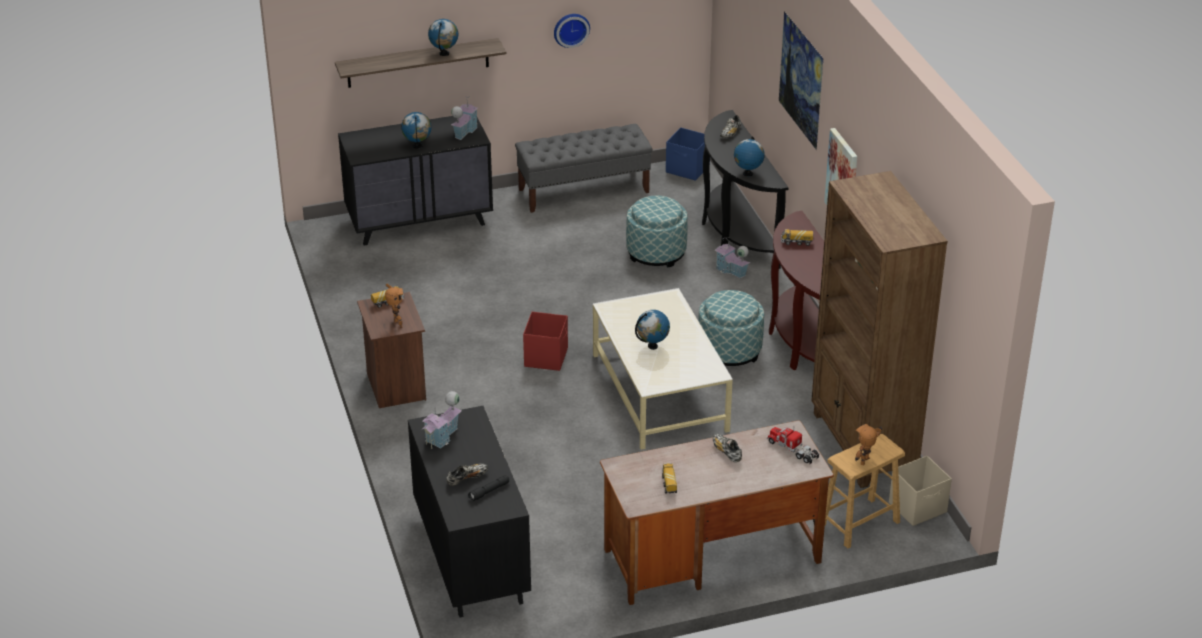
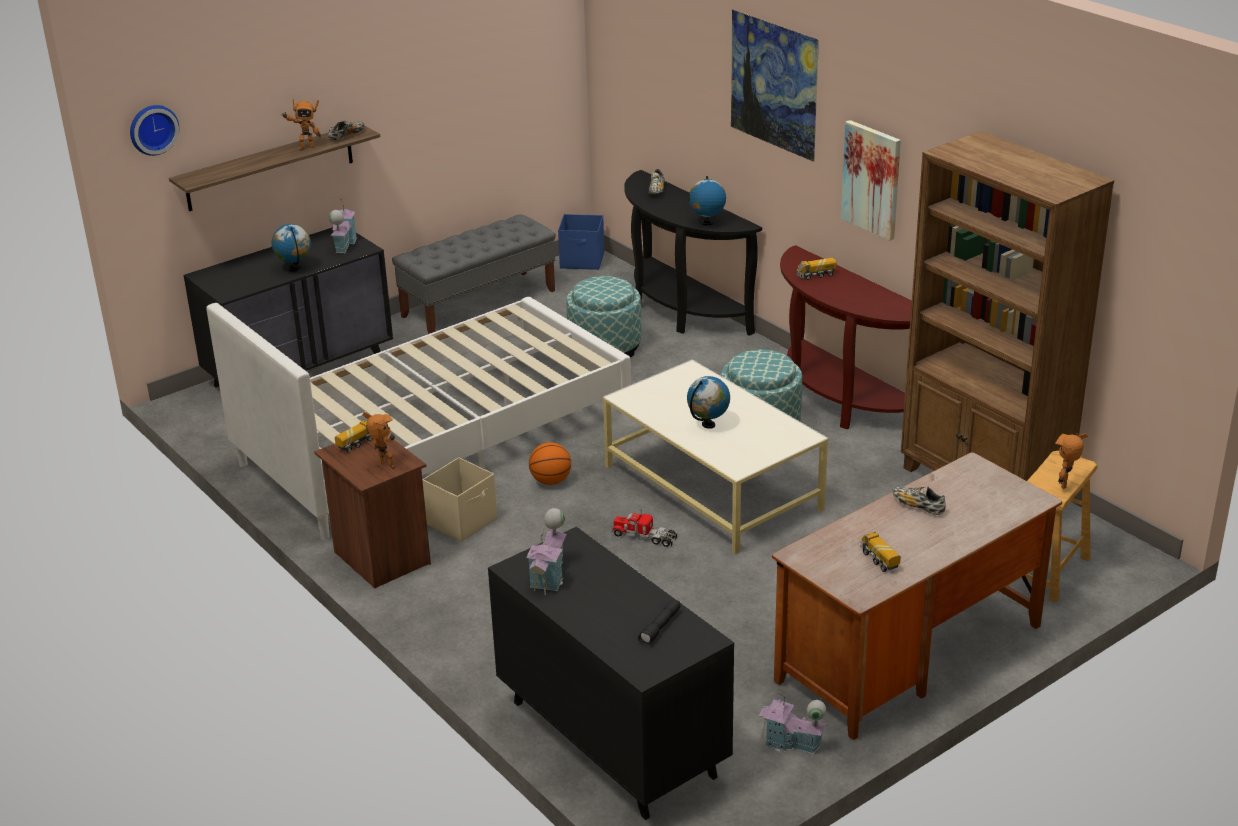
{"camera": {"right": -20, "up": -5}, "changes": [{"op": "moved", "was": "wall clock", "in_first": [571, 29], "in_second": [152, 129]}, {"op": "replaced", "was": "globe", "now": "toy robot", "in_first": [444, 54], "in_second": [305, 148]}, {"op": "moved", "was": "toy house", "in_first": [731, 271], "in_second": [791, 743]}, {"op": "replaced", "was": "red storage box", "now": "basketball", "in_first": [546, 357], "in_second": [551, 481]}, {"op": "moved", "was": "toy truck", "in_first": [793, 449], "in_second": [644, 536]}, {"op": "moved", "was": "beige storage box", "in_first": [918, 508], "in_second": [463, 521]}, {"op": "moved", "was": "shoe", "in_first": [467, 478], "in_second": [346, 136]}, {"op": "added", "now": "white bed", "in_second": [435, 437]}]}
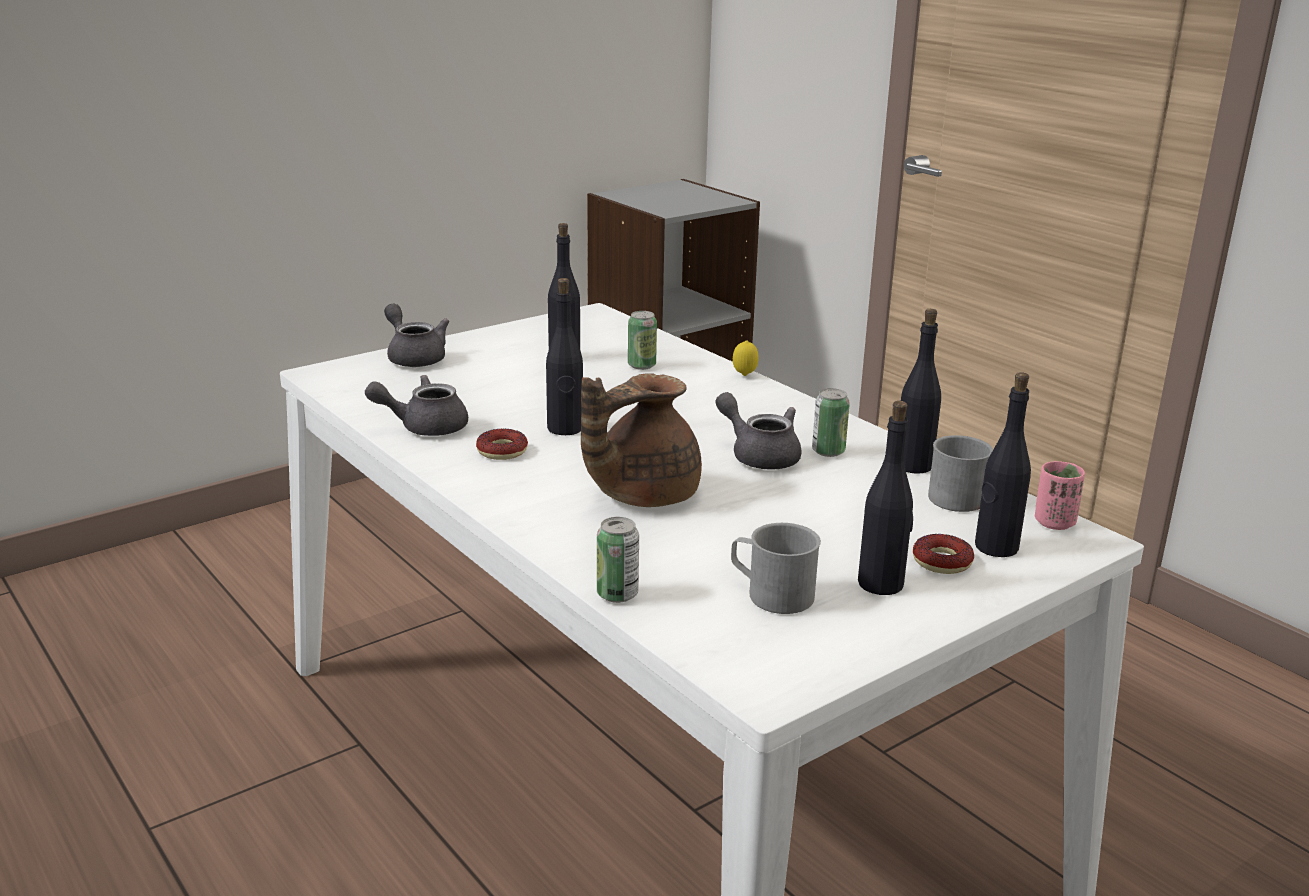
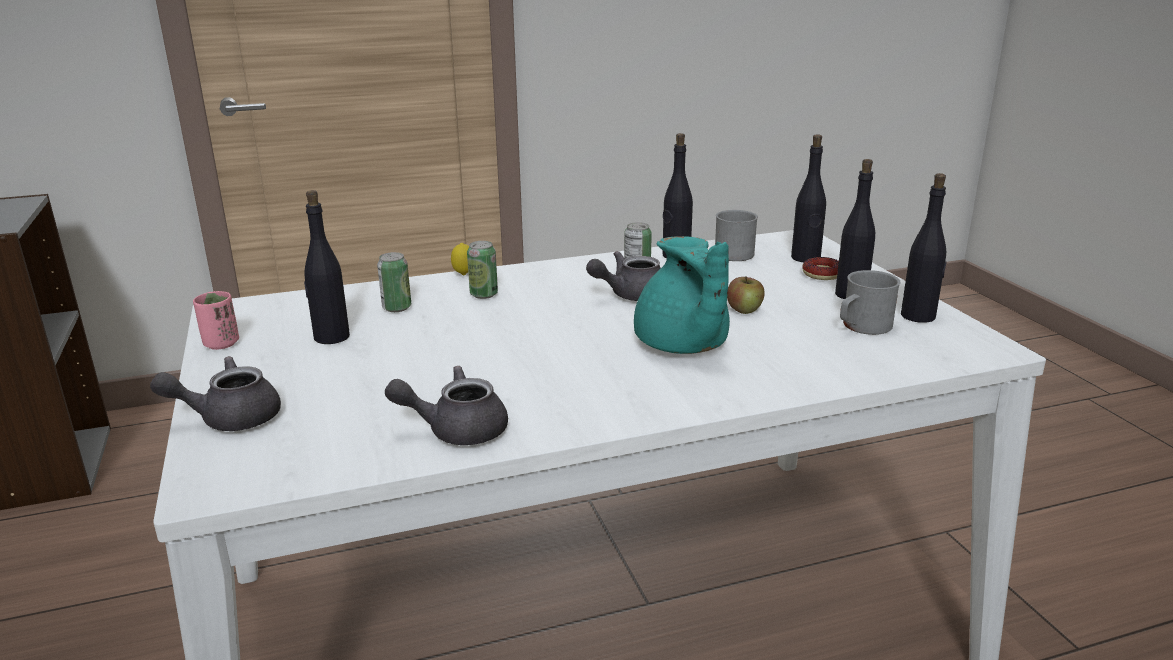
{"camera": {"right": -70, "up": 0}, "changes": [{"op": "moved", "was": "black bottle", "in_first": [565, 429], "in_second": [918, 316]}, {"op": "recoloured", "was": "brown teapot", "now": "turquoise teapot", "in_first": [641, 494], "in_second": [682, 346]}, {"op": "turned", "was": "grey teapot", "in_first": [424, 427], "in_second": [456, 430], "clockwise": 75}, {"op": "removed", "was": "donut", "in_first": [502, 451]}, {"op": "moved", "was": "pink cup", "in_first": [1054, 522], "in_second": [221, 344]}, {"op": "moved", "was": "can", "in_first": [617, 594], "in_second": [484, 294]}, {"op": "added", "now": "apple", "in_second": [744, 309]}]}
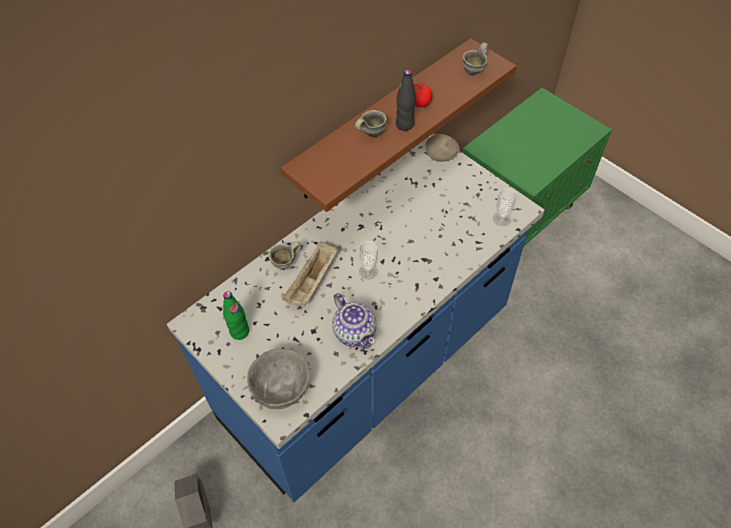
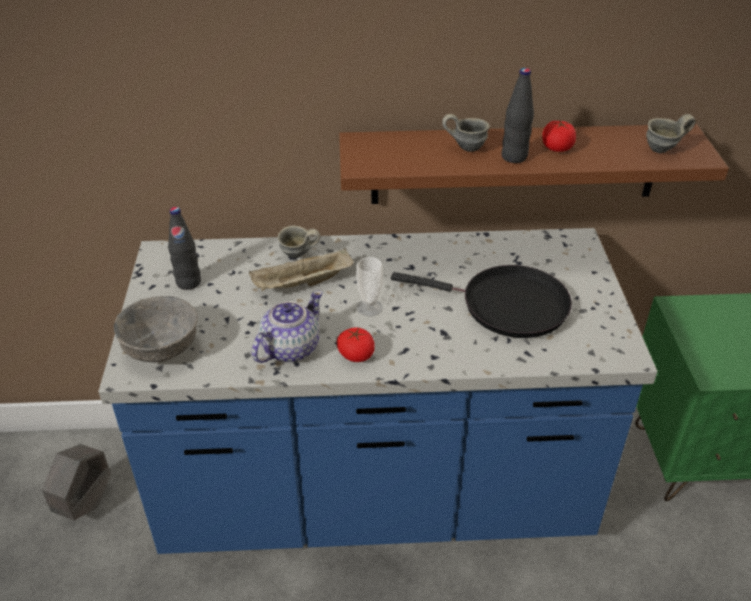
{"camera": {"right": 40, "up": -15}, "changes": [{"op": "removed", "was": "beige bowl", "in_first": [439, 154]}, {"op": "removed", "was": "cup", "in_first": [501, 219]}, {"op": "recoloured", "was": "green bottle", "now": "black bottle", "in_first": [239, 332], "in_second": [188, 282]}, {"op": "turned", "was": "teapot", "in_first": [355, 331], "in_second": [289, 349], "clockwise": -150}, {"op": "added", "now": "black frying pan", "in_second": [507, 306]}, {"op": "added", "now": "tomato", "in_second": [356, 354]}]}
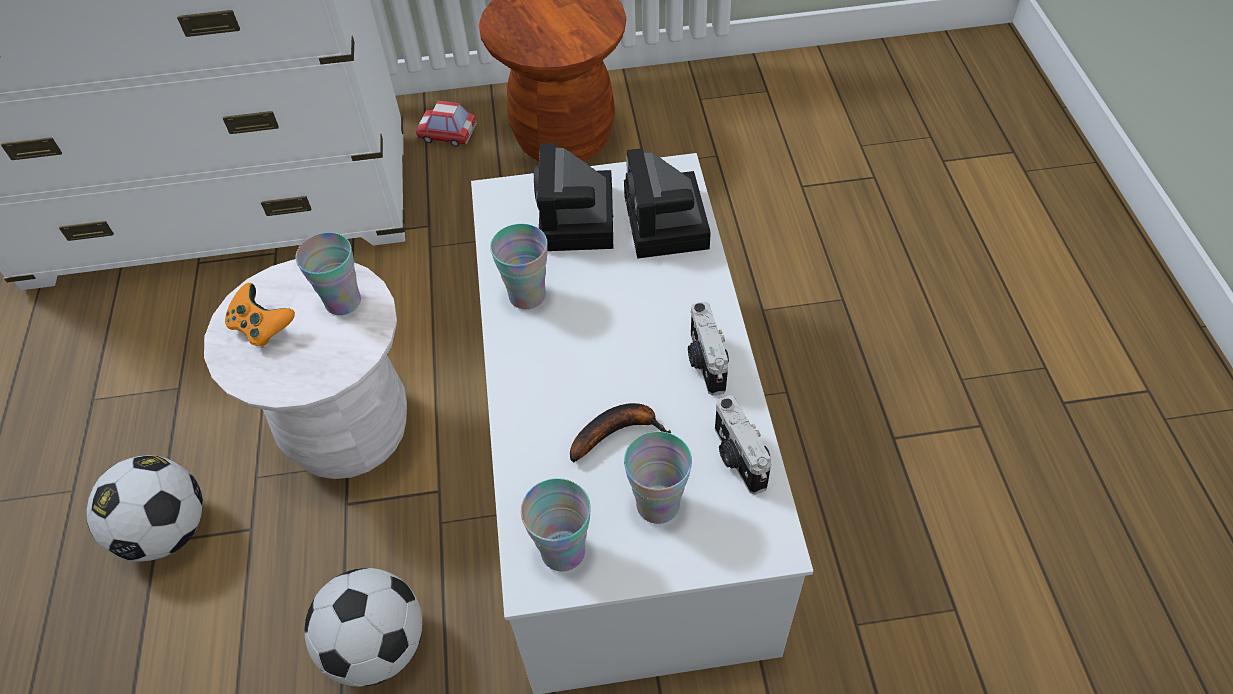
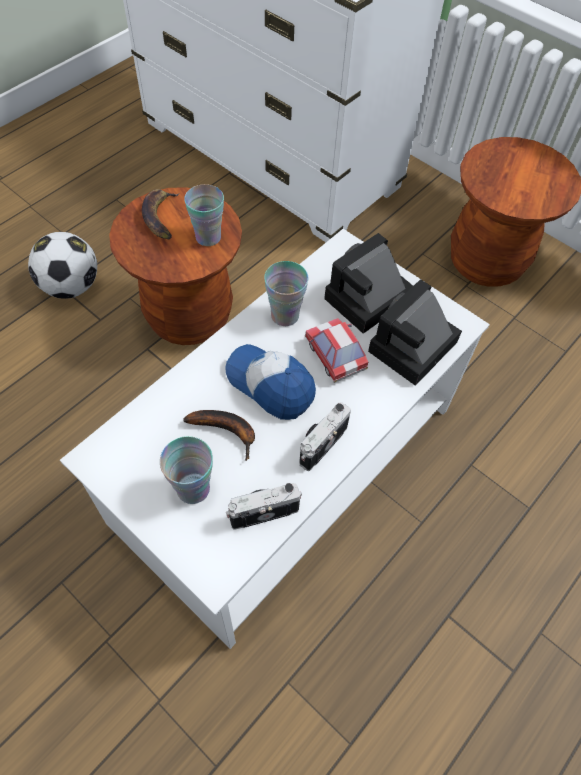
{"camera": {"right": 45, "up": 5}, "changes": [{"op": "moved", "was": "toy car", "in_first": [447, 135], "in_second": [335, 356]}, {"op": "recoloured", "was": "white stool", "now": "brown stool", "in_first": [350, 432], "in_second": [189, 316]}, {"op": "replaced", "was": "orange game controller", "now": "banana", "in_first": [262, 327], "in_second": [160, 217]}, {"op": "turned", "was": "photo camera", "in_first": [737, 458], "in_second": [263, 512], "clockwise": 45}, {"op": "removed", "was": "cup", "in_first": [563, 551]}, {"op": "removed", "was": "football", "in_first": [377, 646]}, {"op": "added", "now": "cap", "in_second": [271, 385]}]}
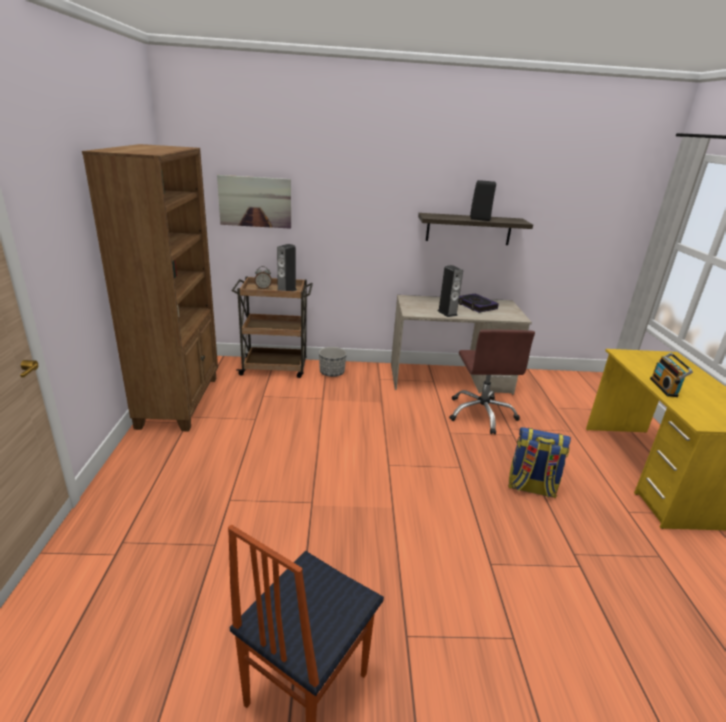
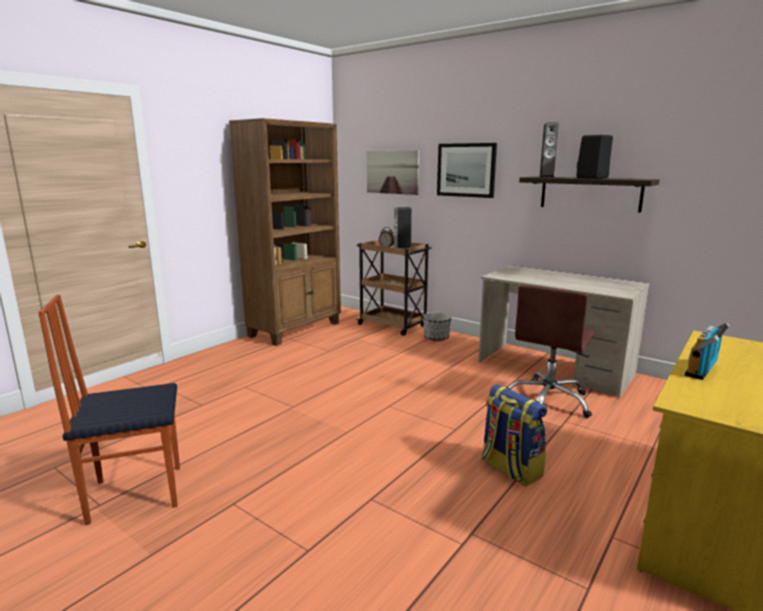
{"camera": {"right": 40, "up": -10}, "changes": [{"op": "moved", "was": "speaker", "in_first": [447, 313], "in_second": [546, 177]}, {"op": "removed", "was": "book", "in_first": [476, 306]}, {"op": "added", "now": "picture", "in_second": [466, 170]}]}
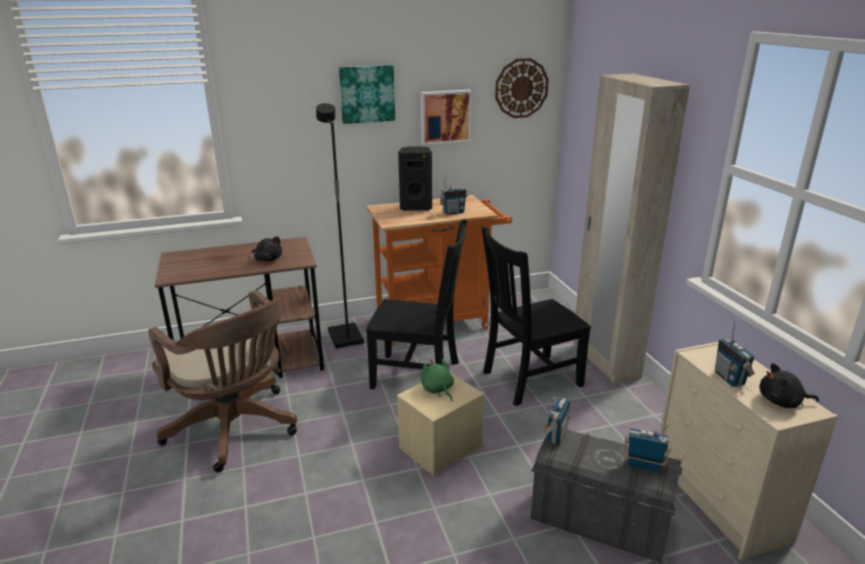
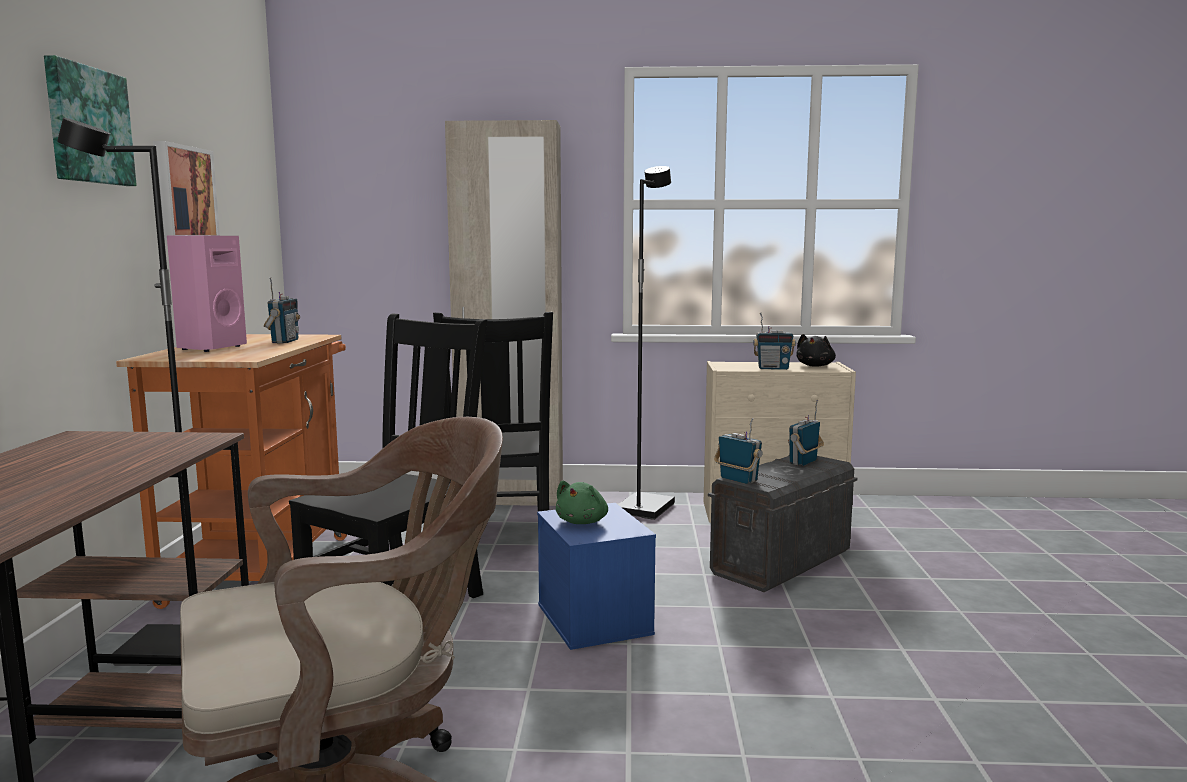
{"camera": {"right": -70, "up": -15}, "changes": [{"op": "removed", "was": "wall clock", "in_first": [521, 88]}, {"op": "recoloured", "was": "black speaker", "now": "pink speaker", "in_first": [416, 207], "in_second": [210, 348]}, {"op": "removed", "was": "black plush toy", "in_first": [268, 259]}, {"op": "turned", "was": "green plush toy", "in_first": [438, 390], "in_second": [583, 522], "clockwise": -60}, {"op": "recoloured", "was": "beige storage box", "now": "blue storage box", "in_first": [440, 447], "in_second": [596, 619]}, {"op": "added", "now": "black floor lamp", "in_second": [644, 508]}]}
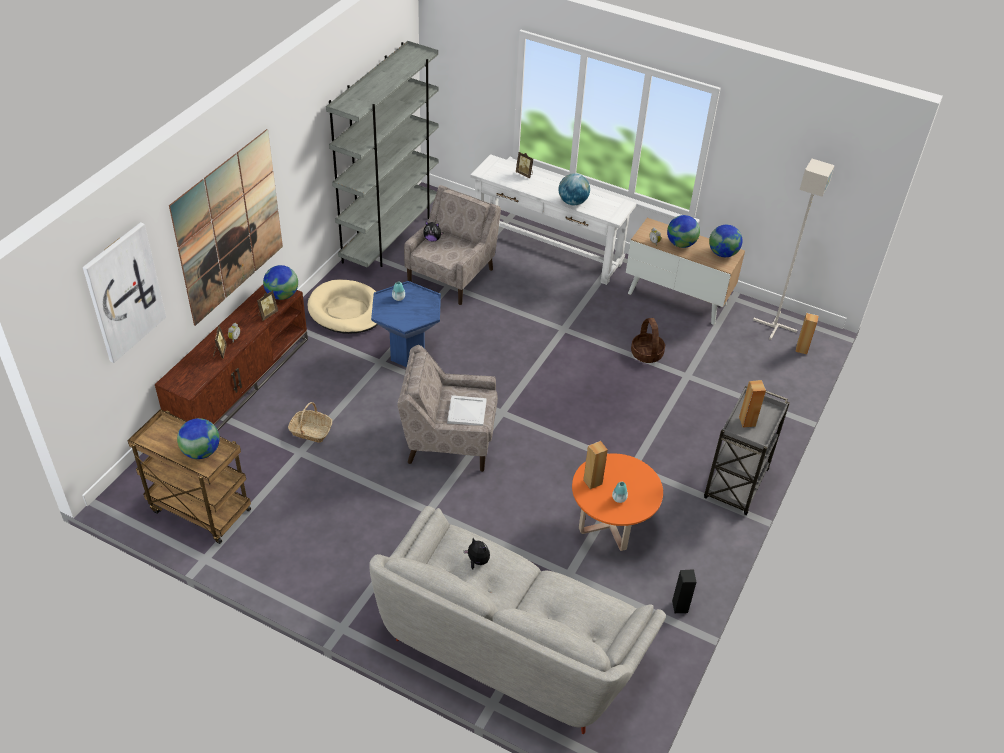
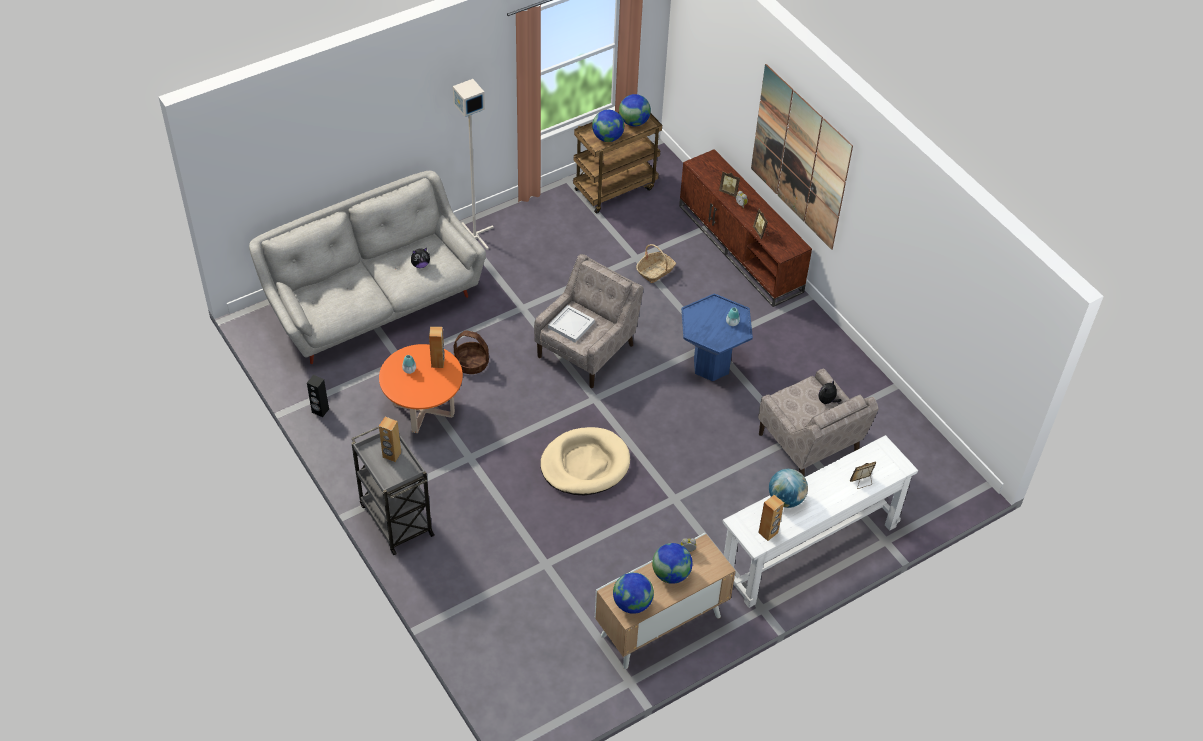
{"camera": {"right": 120, "up": 5}, "changes": [{"op": "removed", "was": "grey bookcase", "in_first": [390, 235]}, {"op": "moved", "was": "grey floor lamp", "in_first": [775, 326], "in_second": [474, 236]}, {"op": "removed", "was": "picture", "in_first": [124, 292]}, {"op": "moved", "was": "globe", "in_first": [282, 295], "in_second": [634, 122]}, {"op": "moved", "was": "beige dog bed", "in_first": [347, 310], "in_second": [585, 464]}, {"op": "moved", "was": "brown speaker", "in_first": [801, 349], "in_second": [768, 533]}, {"op": "moved", "was": "basket", "in_first": [646, 353], "in_second": [472, 363]}]}
